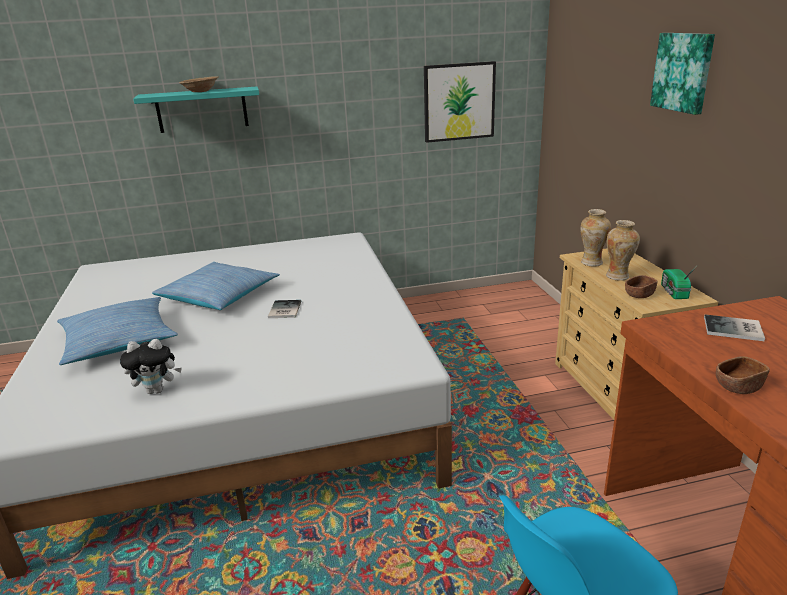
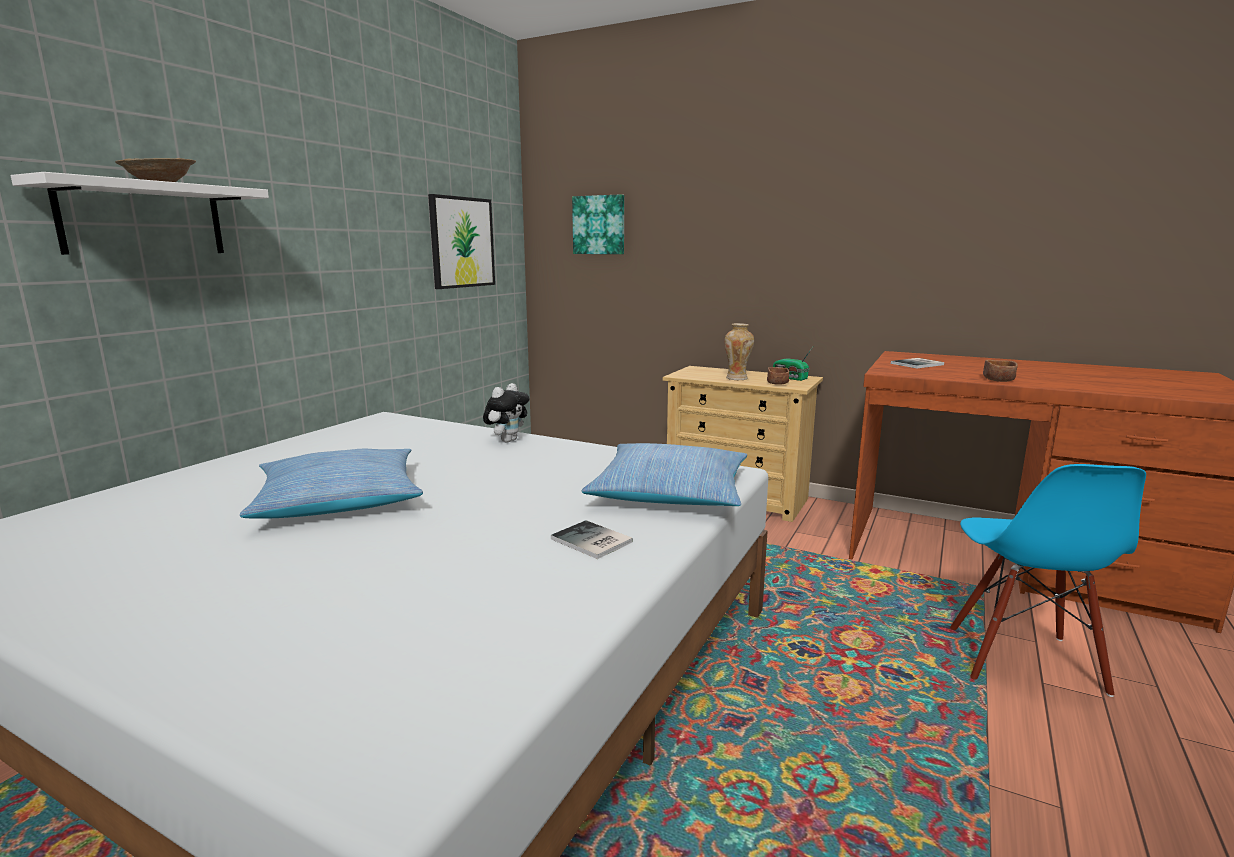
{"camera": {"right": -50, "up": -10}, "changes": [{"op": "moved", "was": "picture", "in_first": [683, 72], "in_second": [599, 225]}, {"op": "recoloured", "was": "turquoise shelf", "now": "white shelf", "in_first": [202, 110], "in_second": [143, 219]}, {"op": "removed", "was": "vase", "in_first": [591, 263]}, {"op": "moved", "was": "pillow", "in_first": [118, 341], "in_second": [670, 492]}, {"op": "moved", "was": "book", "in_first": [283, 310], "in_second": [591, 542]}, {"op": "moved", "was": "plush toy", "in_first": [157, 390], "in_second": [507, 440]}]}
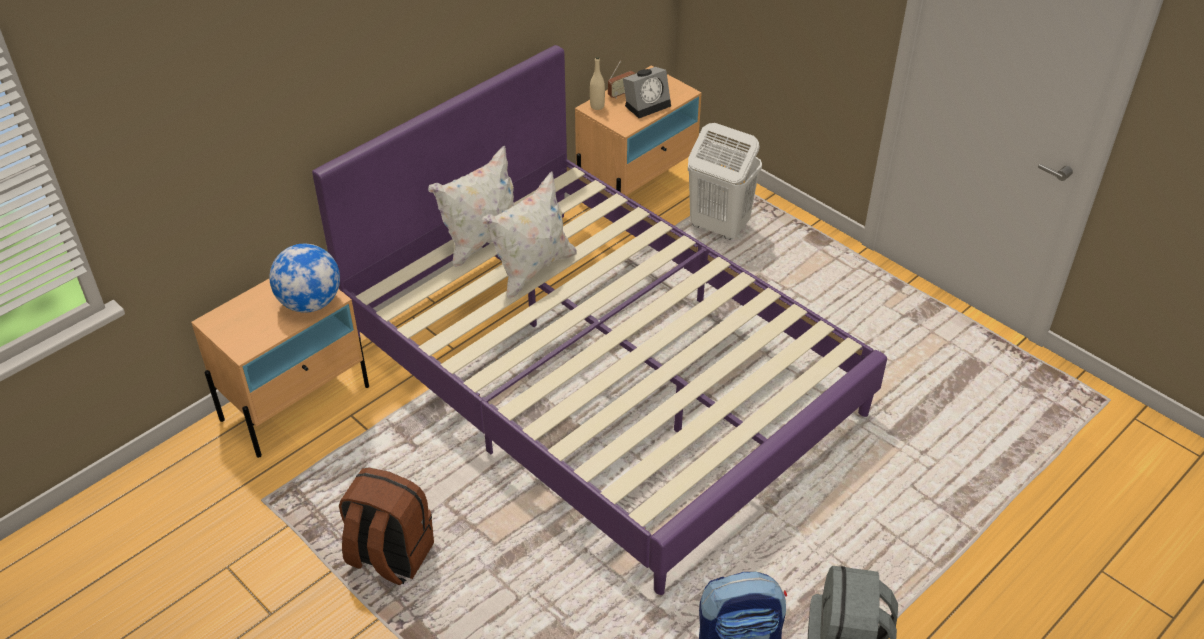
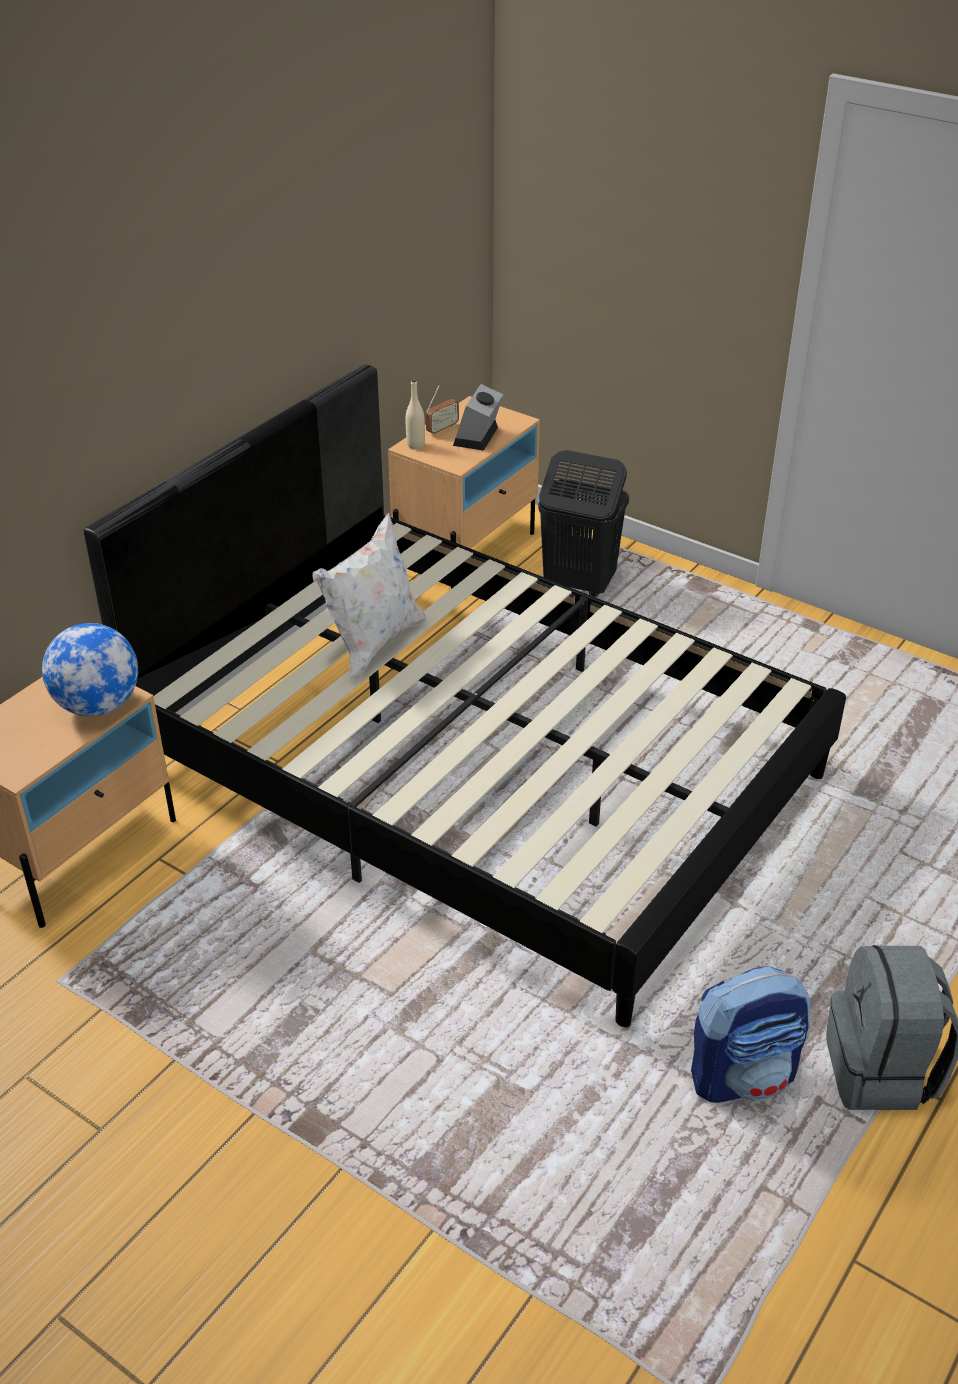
{"camera": {"right": -10, "up": -5}, "changes": [{"op": "recoloured", "was": "purple bed", "now": "black bed", "in_first": [602, 374], "in_second": [479, 768]}, {"op": "turned", "was": "alarm clock", "in_first": [647, 104], "in_second": [478, 437], "clockwise": 150}, {"op": "recoloured", "was": "white laundry basket", "now": "black laundry basket", "in_first": [718, 227], "in_second": [578, 584]}, {"op": "removed", "was": "white pillow", "in_first": [482, 241]}, {"op": "removed", "was": "brown backpack", "in_first": [389, 556]}]}
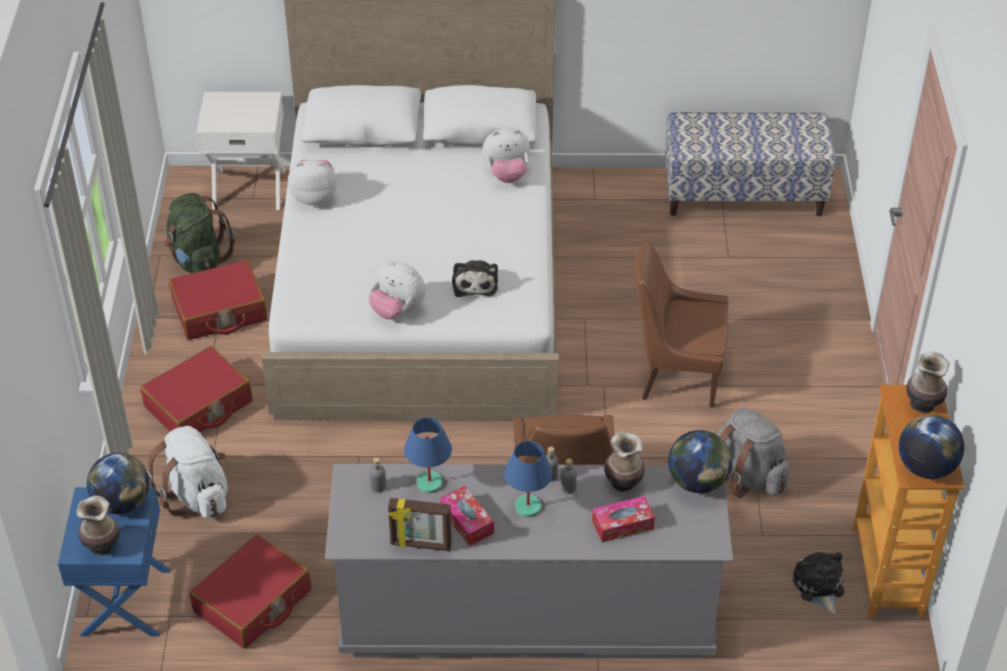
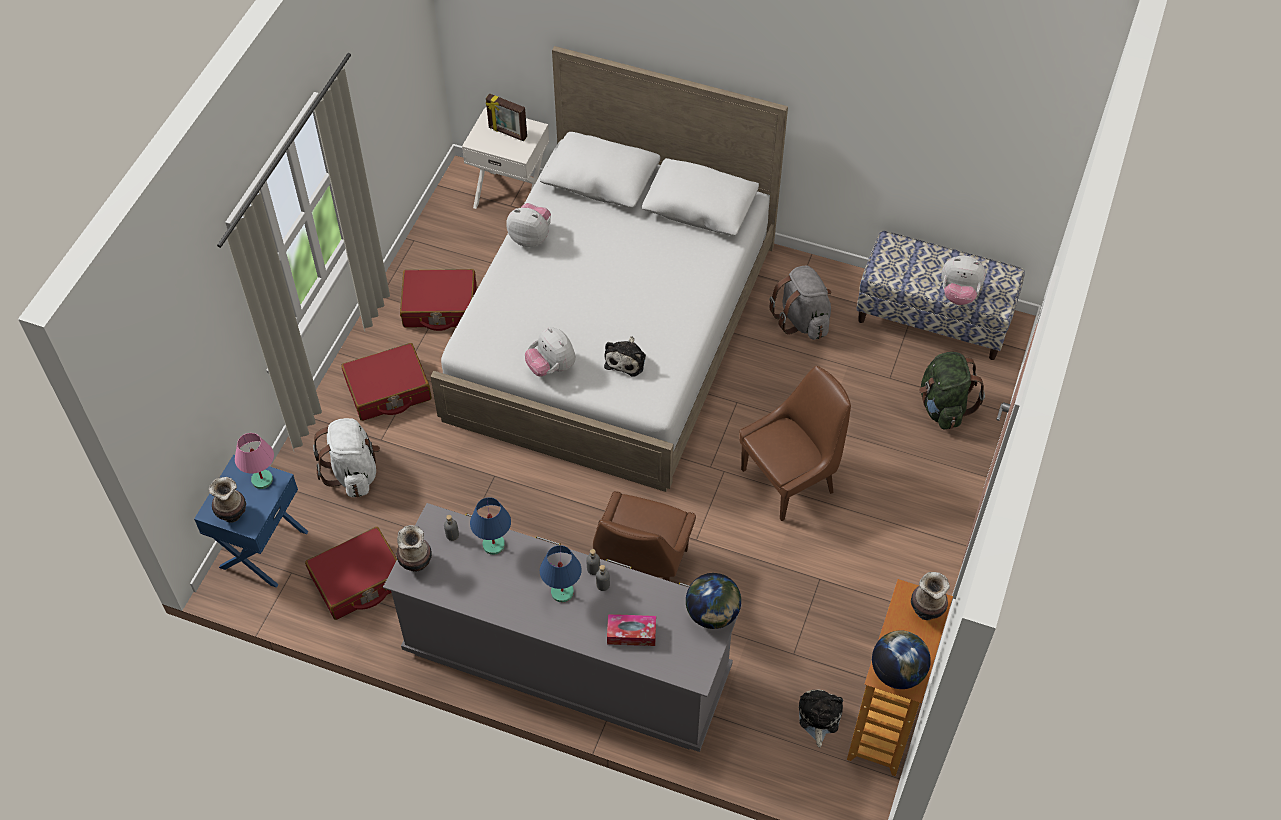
{"camera": {"right": 20, "up": 10}, "changes": [{"op": "moved", "was": "plush toy", "in_first": [507, 174], "in_second": [958, 294]}, {"op": "moved", "was": "green backpack", "in_first": [198, 260], "in_second": [943, 407]}, {"op": "turned", "was": "brown chair", "in_first": [676, 374], "in_second": [790, 479], "clockwise": 120}, {"op": "moved", "was": "grey backpack", "in_first": [746, 476], "in_second": [802, 319]}, {"op": "moved", "was": "vase", "in_first": [623, 482], "in_second": [416, 562]}, {"op": "replaced", "was": "globe", "now": "pink table lamp", "in_first": [122, 503], "in_second": [262, 480]}, {"op": "removed", "was": "tissue box", "in_first": [467, 521]}, {"op": "moved", "was": "picture frame", "in_first": [421, 545], "in_second": [507, 133]}]}
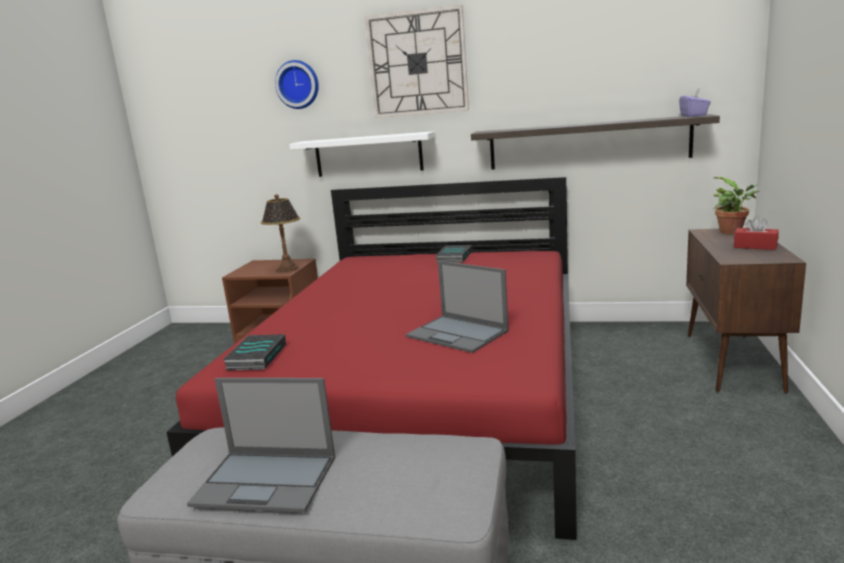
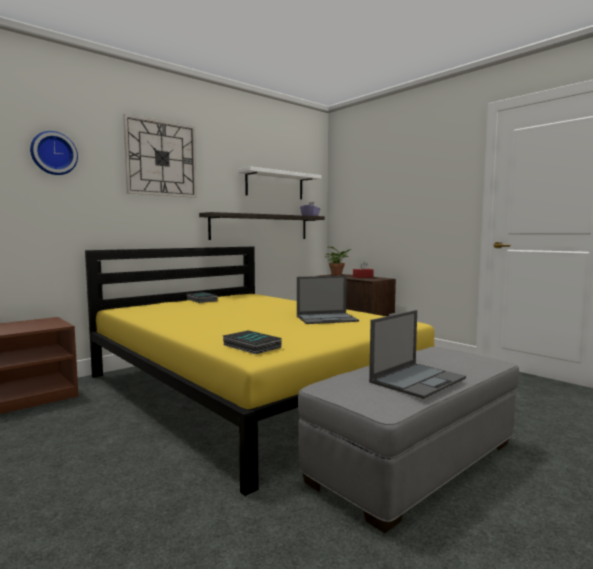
{"camera": {"right": -55, "up": -10}, "changes": [{"op": "moved", "was": "white shelf", "in_first": [368, 155], "in_second": [275, 185]}, {"op": "recoloured", "was": "red bed", "now": "yellow bed", "in_first": [424, 394], "in_second": [251, 388]}, {"op": "removed", "was": "table lamp", "in_first": [287, 269]}]}
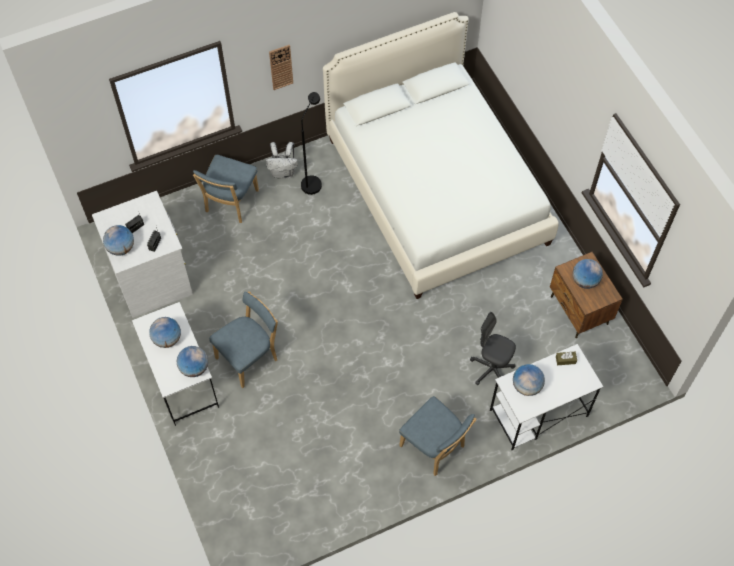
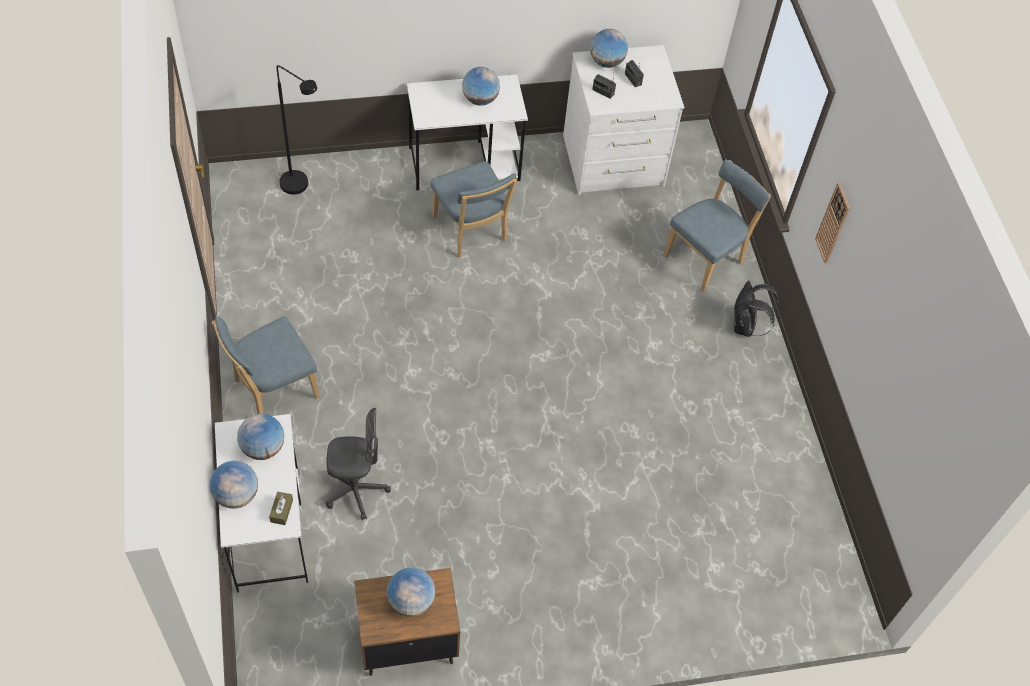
{"camera": {"right": 100, "up": -5}, "changes": [{"op": "removed", "was": "white bed", "in_first": [436, 190]}, {"op": "moved", "was": "black floor lamp", "in_first": [313, 181], "in_second": [301, 187]}, {"op": "recoloured", "was": "white backpack", "now": "black backpack", "in_first": [283, 172], "in_second": [745, 327]}, {"op": "turned", "was": "blue chair", "in_first": [230, 203], "in_second": [706, 258], "clockwise": 105}, {"op": "turned", "was": "grey office chair", "in_first": [491, 369], "in_second": [356, 490], "clockwise": 45}, {"op": "moved", "was": "globe", "in_first": [194, 368], "in_second": [237, 495]}]}
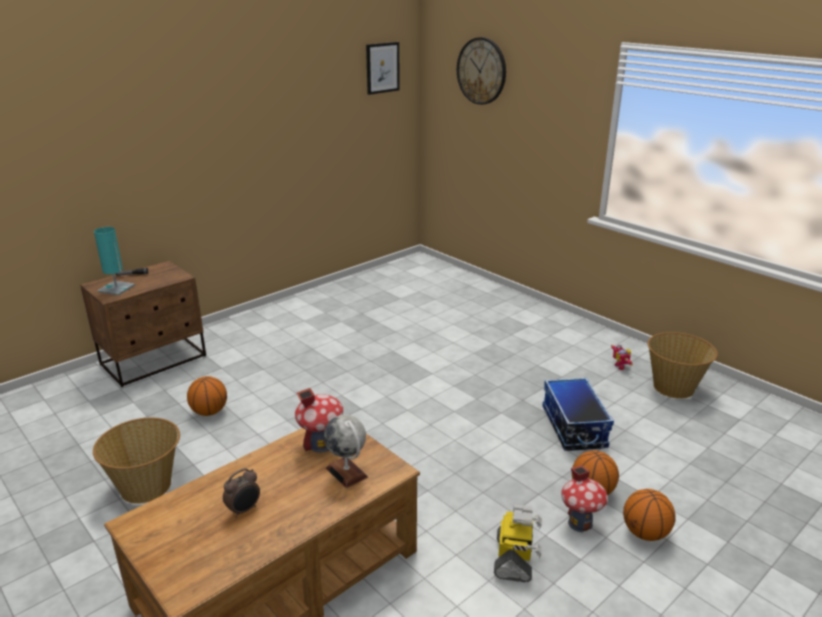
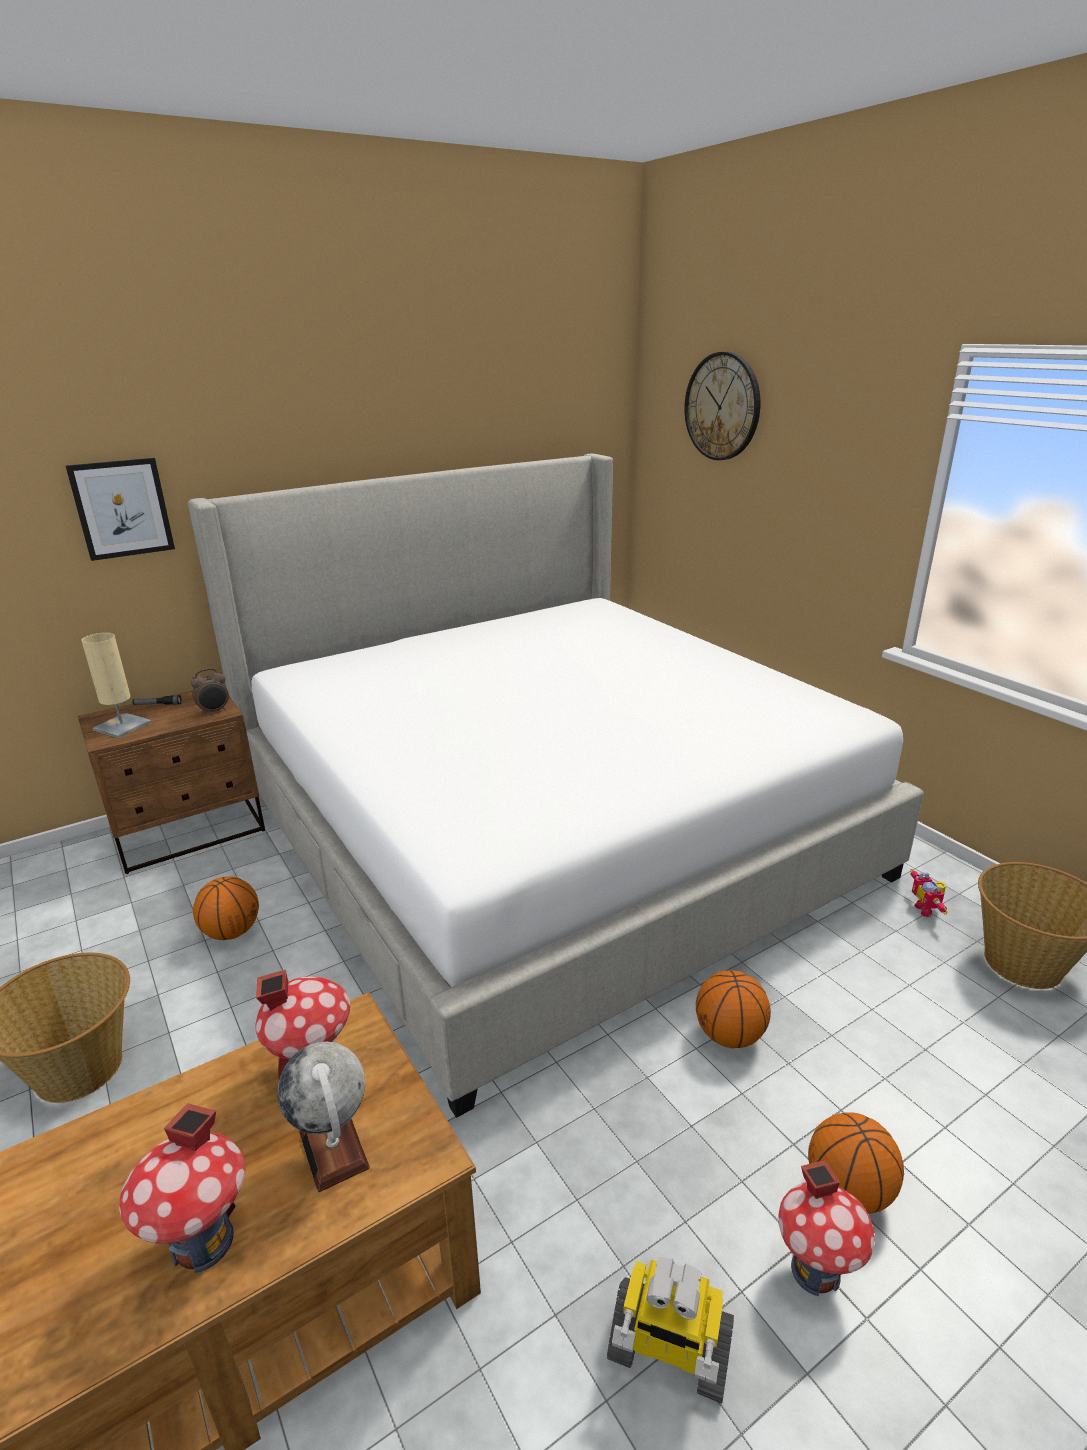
{"camera": {"right": 10, "up": 0}, "changes": [{"op": "moved", "was": "picture", "in_first": [382, 68], "in_second": [122, 508]}, {"op": "recoloured", "was": "turquoise table lamp", "now": "beige table lamp", "in_first": [116, 288], "in_second": [122, 726]}, {"op": "removed", "was": "storage box", "in_first": [572, 427]}, {"op": "moved", "was": "alarm clock", "in_first": [244, 510], "in_second": [214, 711]}, {"op": "moved", "was": "basketball", "in_first": [645, 533], "in_second": [729, 1035]}, {"op": "turned", "was": "toy robot", "in_first": [514, 559], "in_second": [668, 1348], "clockwise": 90}, {"op": "added", "now": "bed", "in_second": [546, 832]}, {"op": "added", "now": "toy house", "in_second": [203, 1242]}]}
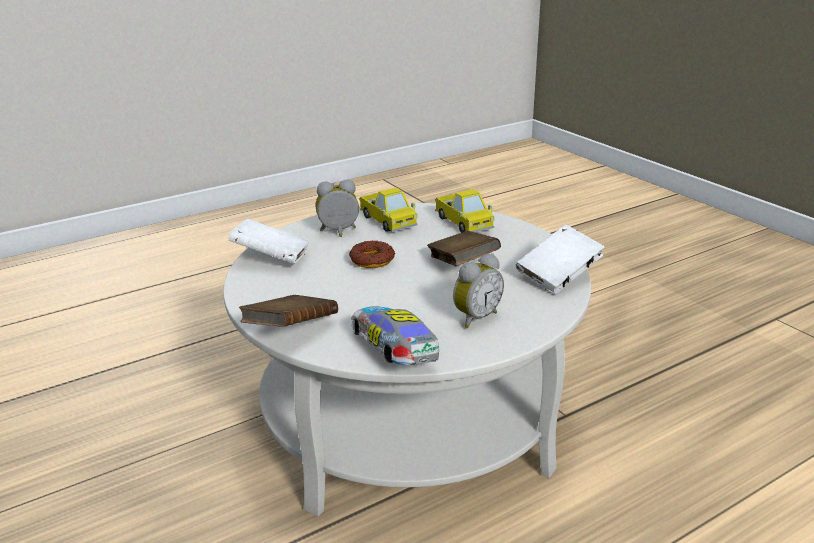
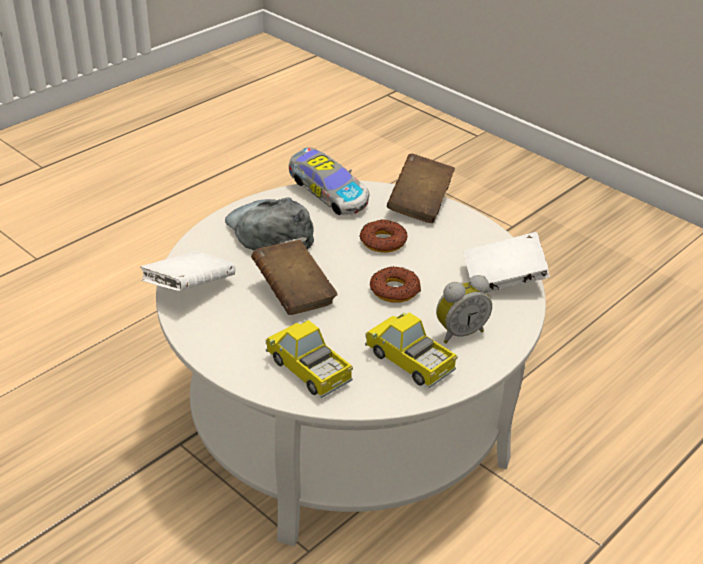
{"camera": {"right": 165, "up": 10}, "changes": [{"op": "replaced", "was": "alarm clock", "now": "grey cap", "in_first": [475, 317], "in_second": [269, 231]}, {"op": "added", "now": "donut", "in_second": [383, 241]}]}
